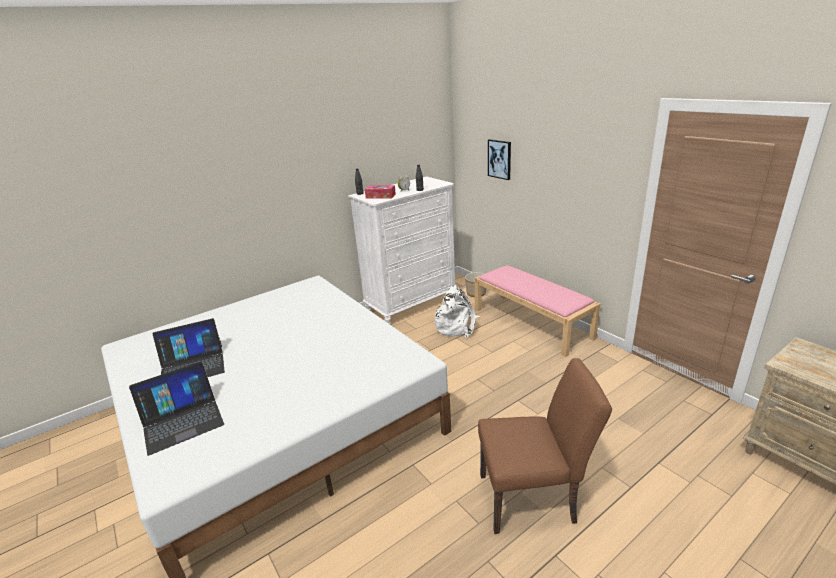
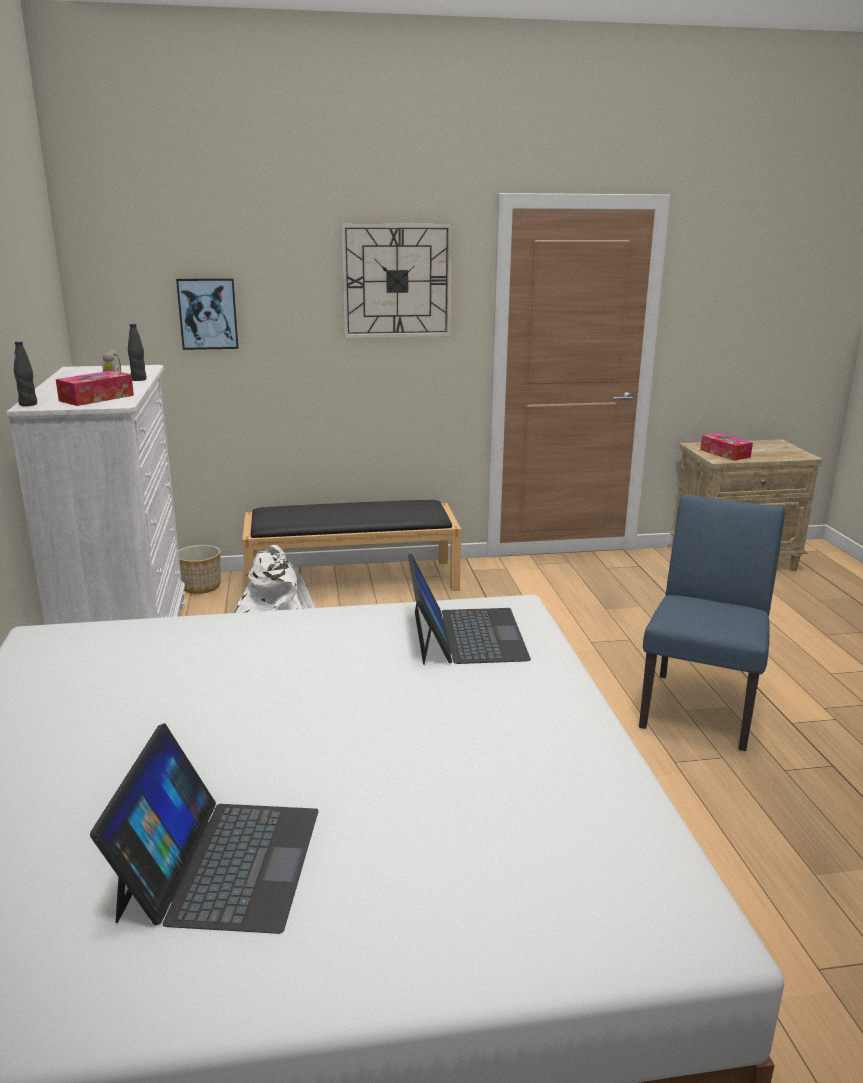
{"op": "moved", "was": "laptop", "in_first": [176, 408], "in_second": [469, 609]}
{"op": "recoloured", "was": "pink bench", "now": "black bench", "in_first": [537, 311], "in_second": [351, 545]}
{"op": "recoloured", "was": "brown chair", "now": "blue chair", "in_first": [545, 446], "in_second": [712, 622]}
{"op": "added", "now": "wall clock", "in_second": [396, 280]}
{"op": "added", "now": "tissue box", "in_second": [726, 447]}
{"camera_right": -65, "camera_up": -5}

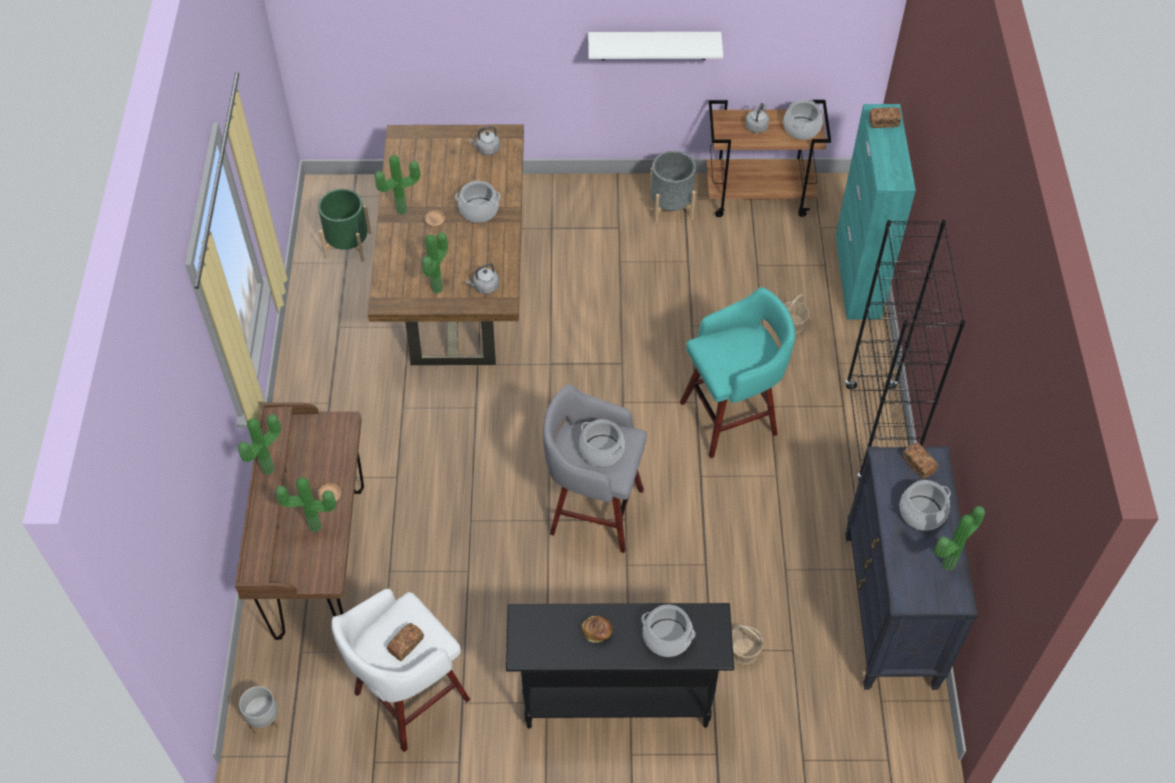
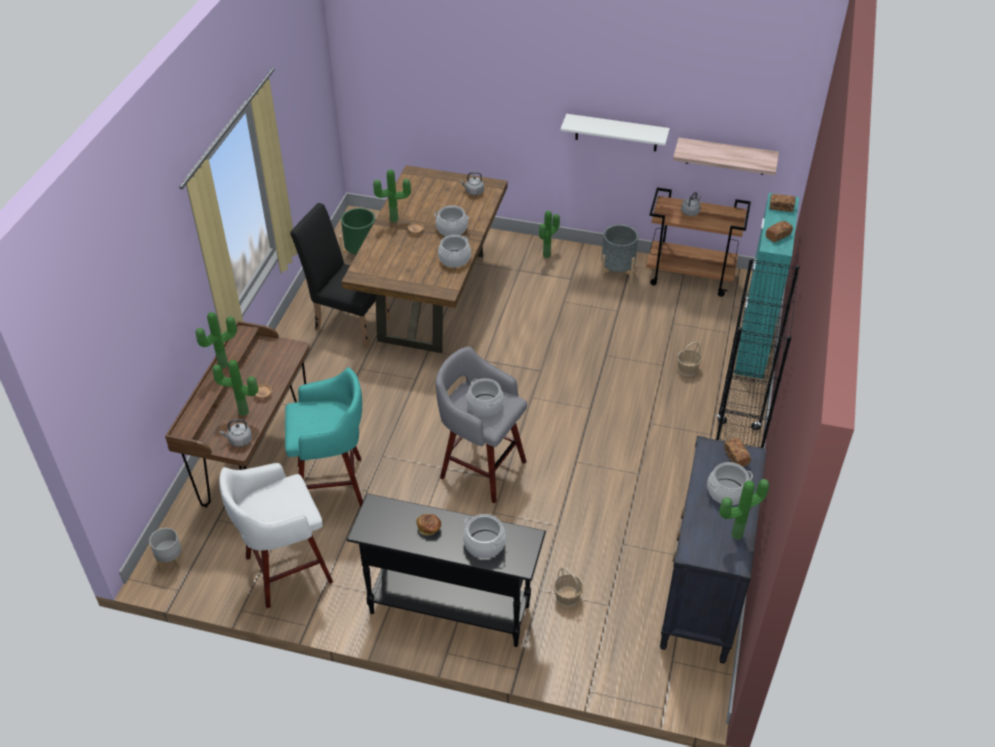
{"op": "moved", "was": "bread", "in_first": [405, 642], "in_second": [779, 231]}
{"op": "moved", "was": "potted plant", "in_first": [435, 263], "in_second": [549, 234]}
{"op": "moved", "was": "grey kettle", "in_first": [482, 278], "in_second": [236, 433]}
{"op": "moved", "was": "turquoise stool", "in_first": [737, 372], "in_second": [324, 437]}
{"op": "moved", "was": "cooking pot", "in_first": [803, 119], "in_second": [454, 251]}
{"op": "added", "now": "black chair", "in_second": [340, 275]}
{"op": "added", "now": "shelf", "in_second": [726, 156]}
{"camera_right": 15, "camera_up": -10}

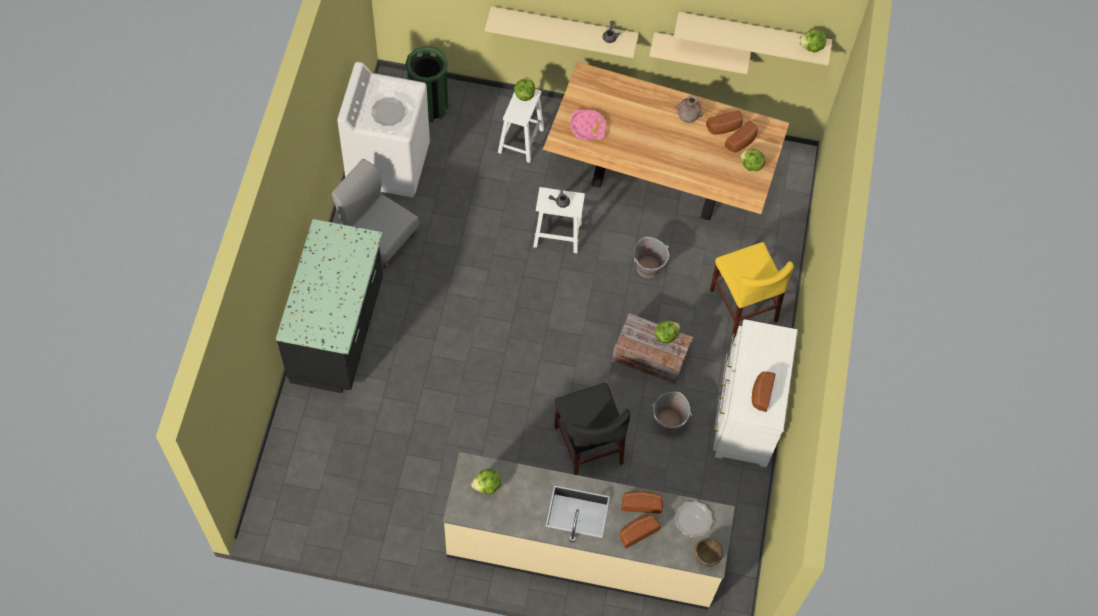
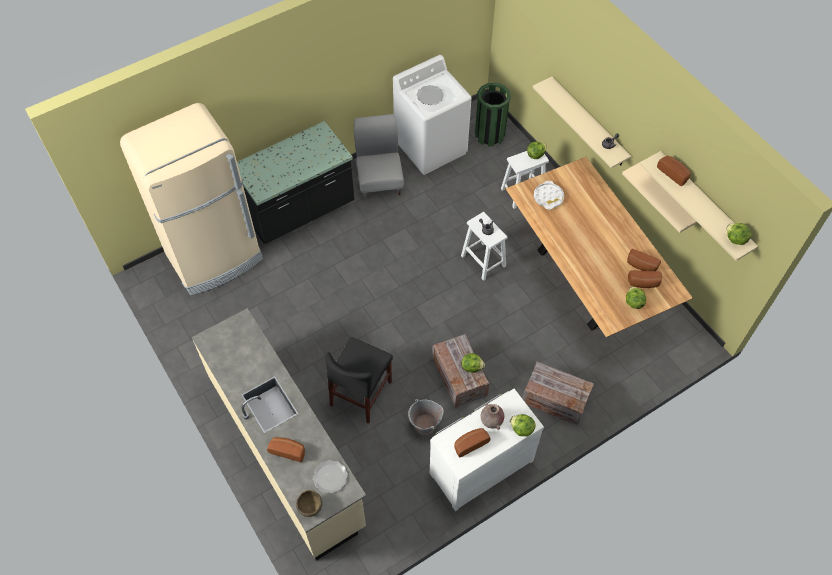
{"op": "moved", "was": "lettuce", "in_first": [486, 481], "in_second": [522, 425]}
{"op": "recoloured", "was": "pink tray", "now": "white tray", "in_first": [588, 125], "in_second": [549, 195]}
{"op": "moved", "was": "bread", "in_first": [642, 502], "in_second": [674, 170]}
{"op": "removed", "was": "grey bucket", "in_first": [651, 257]}
{"op": "moved", "was": "brown vase", "in_first": [689, 109], "in_second": [492, 417]}
{"op": "replaced", "was": "yellow chair", "now": "crate", "in_first": [752, 289], "in_second": [558, 394]}
{"op": "added", "now": "beige fridge", "in_second": [191, 199]}
{"camera_right": 50, "camera_up": -5}

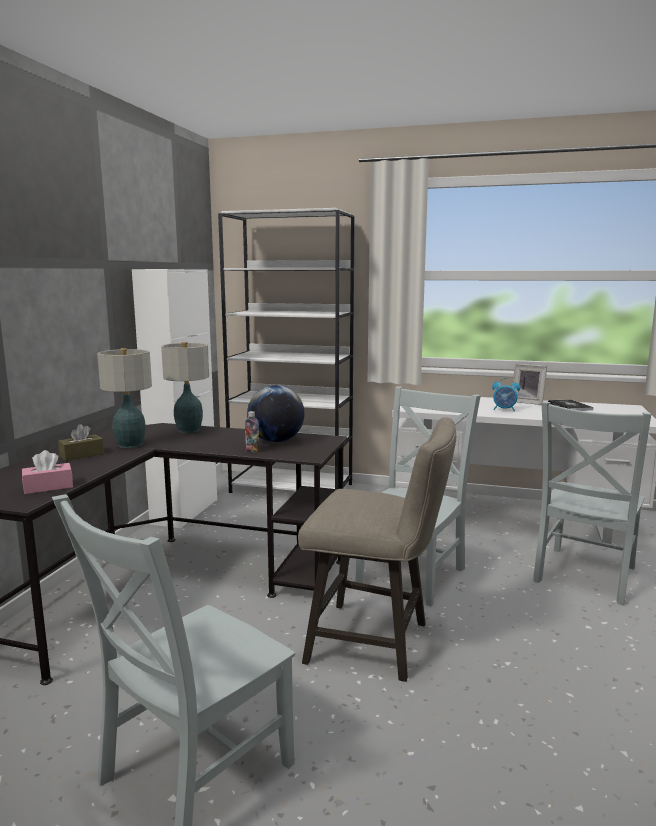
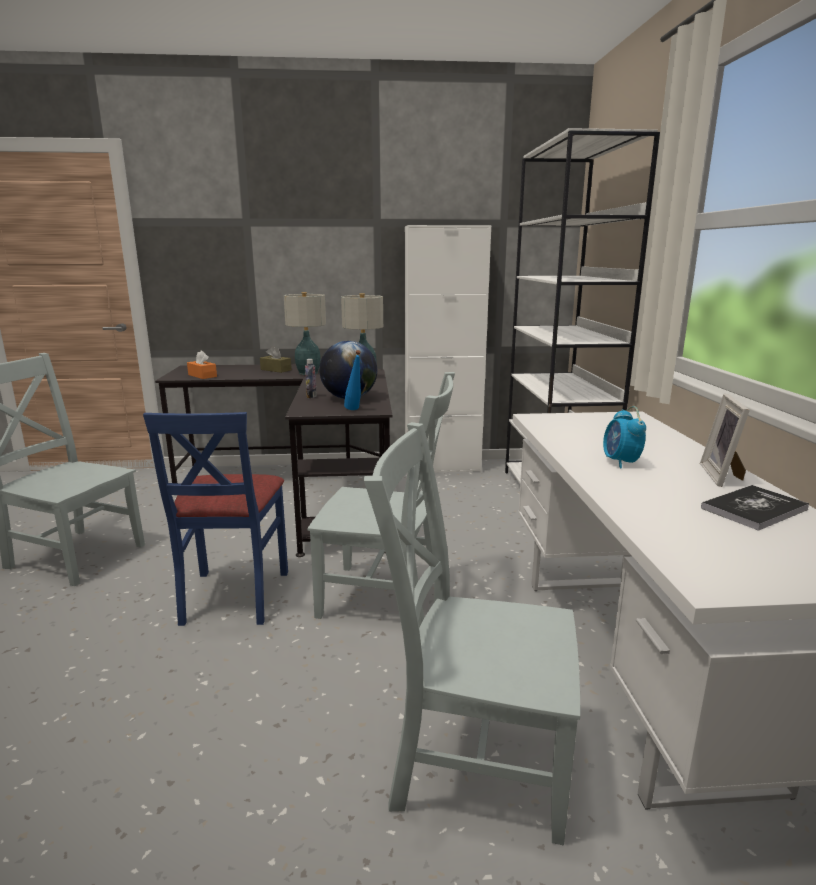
{"op": "recoloured", "was": "pink tissue box", "now": "orange tissue box", "in_first": [47, 472], "in_second": [202, 365]}
{"op": "replaced", "was": "beige stool", "now": "blue chair", "in_first": [377, 549], "in_second": [215, 519]}
{"op": "added", "now": "blue bottle", "in_second": [352, 380]}
{"camera_right": 70, "camera_up": 5}

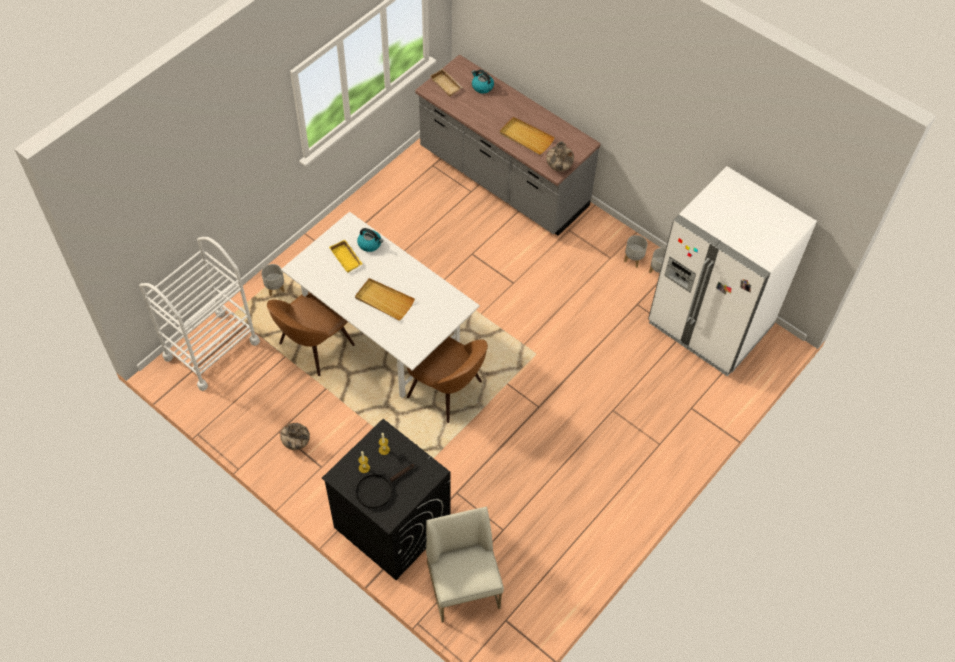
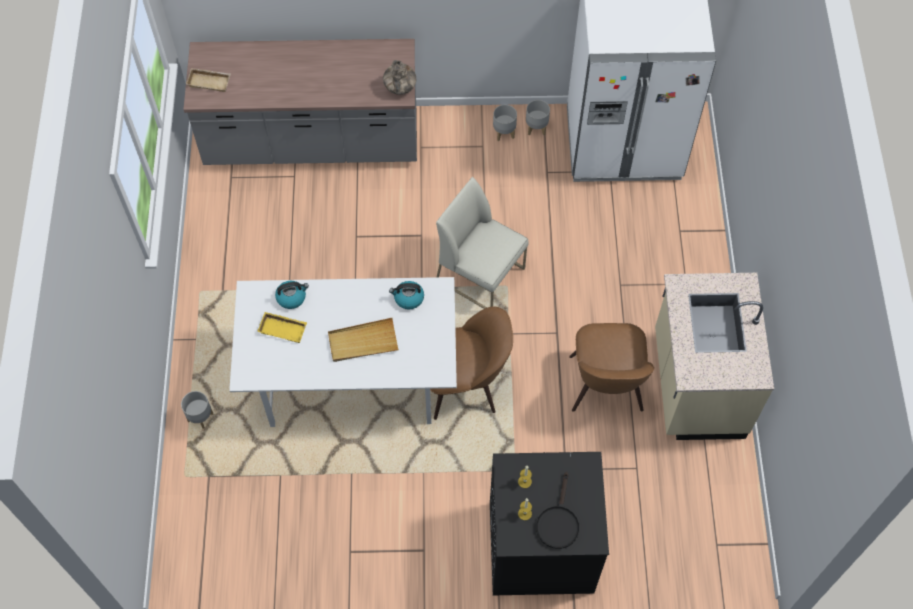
{"op": "removed", "was": "white cart", "in_first": [199, 314]}
{"op": "moved", "was": "brown chair", "in_first": [311, 333], "in_second": [611, 367]}
{"op": "removed", "was": "vase", "in_first": [295, 436]}
{"op": "moved", "was": "white chair", "in_first": [465, 564], "in_second": [482, 243]}
{"op": "moved", "was": "kettle", "in_first": [483, 82], "in_second": [406, 295]}
{"op": "removed", "was": "beige tray", "in_first": [527, 136]}
{"op": "added", "now": "beige counter", "in_second": [714, 356]}
{"camera_right": -40, "camera_up": 5}

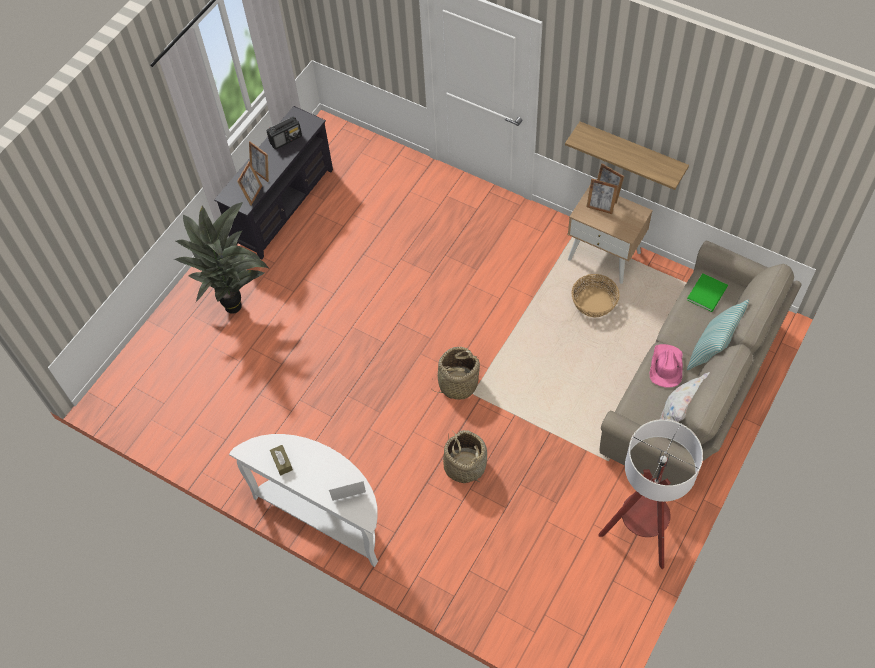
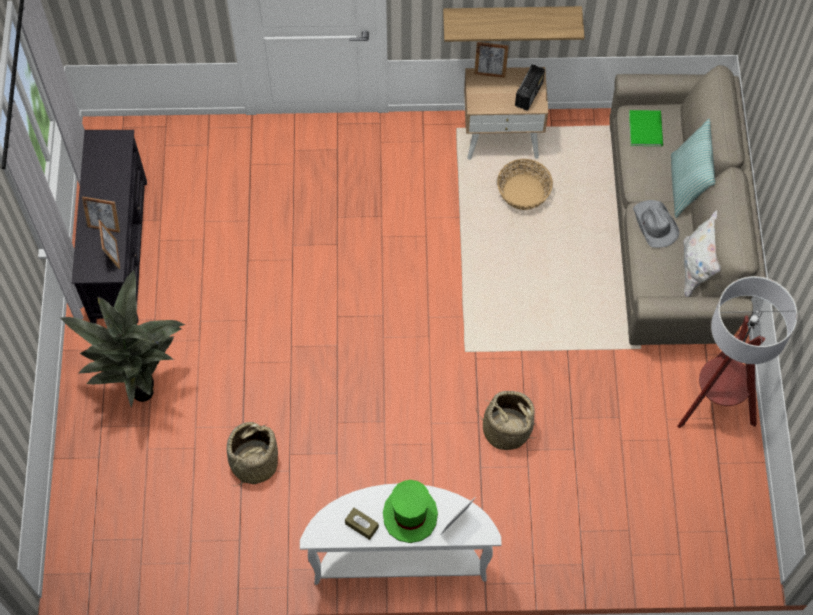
{"op": "moved", "was": "radio", "in_first": [284, 133], "in_second": [530, 88]}
{"op": "moved", "was": "basket", "in_first": [456, 373], "in_second": [252, 454]}
{"op": "removed", "was": "picture frame", "in_first": [602, 196]}
{"op": "recoloured", "was": "pink hat", "now": "grey hat", "in_first": [666, 366], "in_second": [656, 224]}
{"op": "added", "now": "green hat", "in_second": [410, 511]}
{"camera_right": -35, "camera_up": 5}

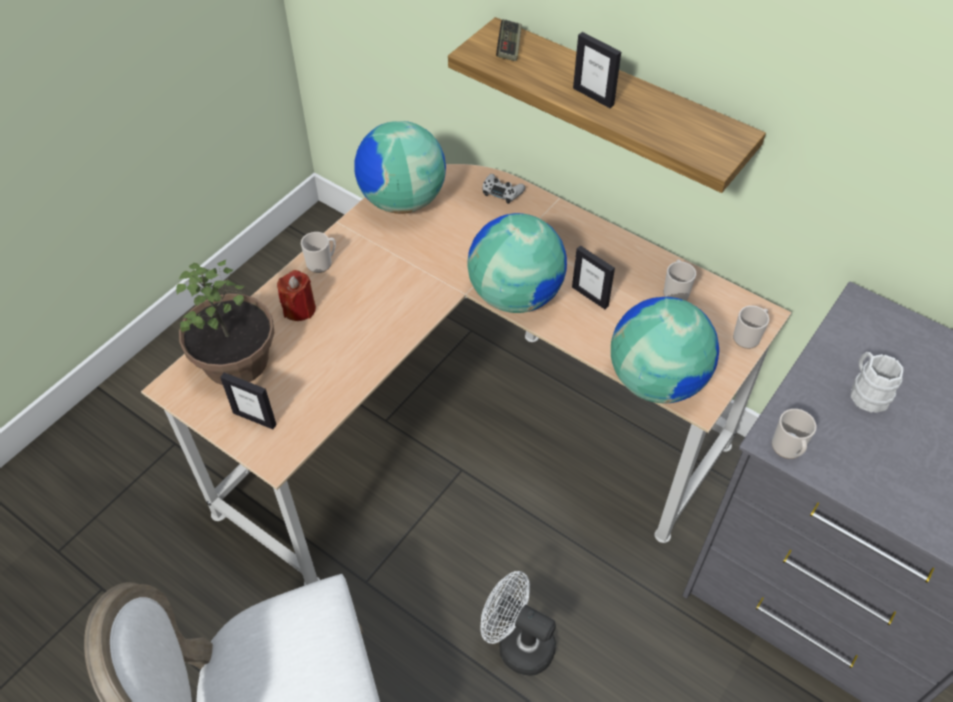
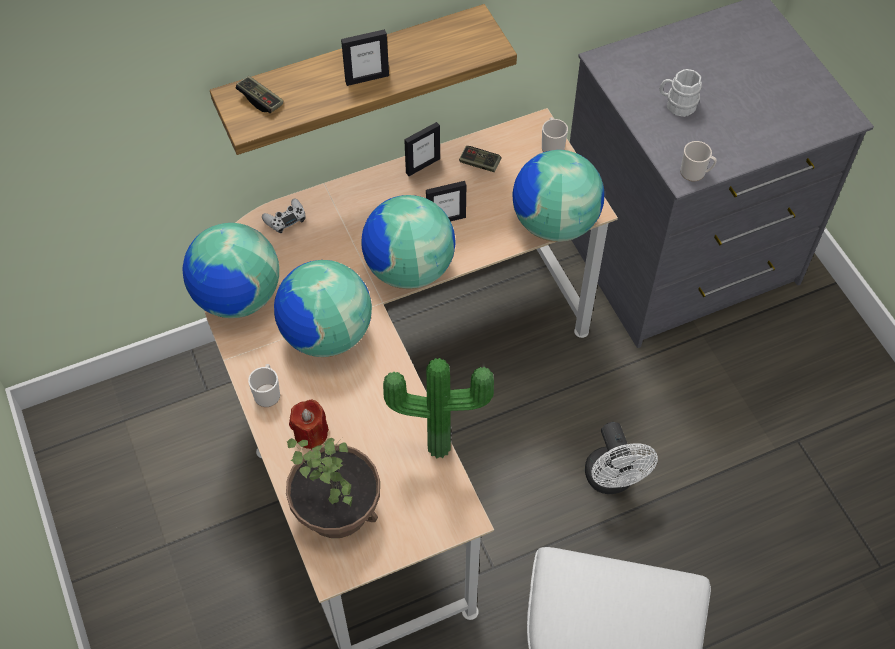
{"op": "moved", "was": "picture frame", "in_first": [248, 400], "in_second": [422, 149]}
{"op": "turned", "was": "white fan", "in_first": [518, 623], "in_second": [621, 458], "clockwise": -75}
{"op": "replaced", "was": "mug", "now": "game controller", "in_first": [680, 280], "in_second": [480, 159]}
{"op": "added", "now": "globe", "in_second": [323, 308]}
{"op": "added", "now": "potted plant", "in_second": [438, 408]}
{"camera_right": -60, "camera_up": 5}

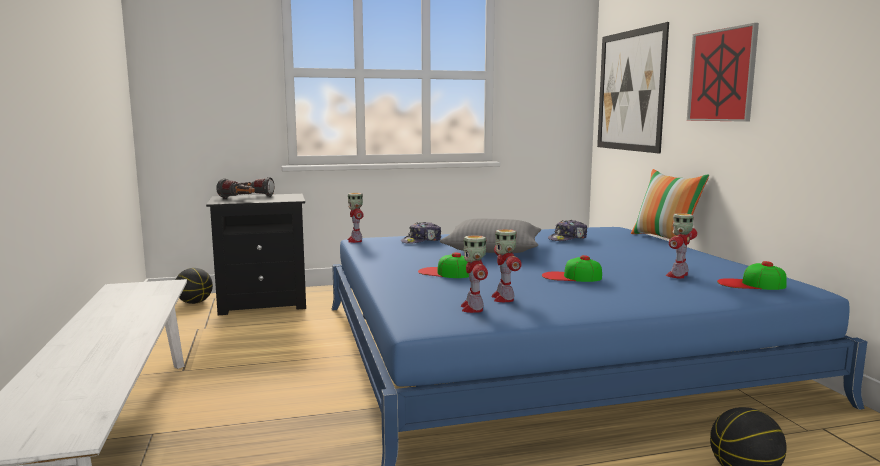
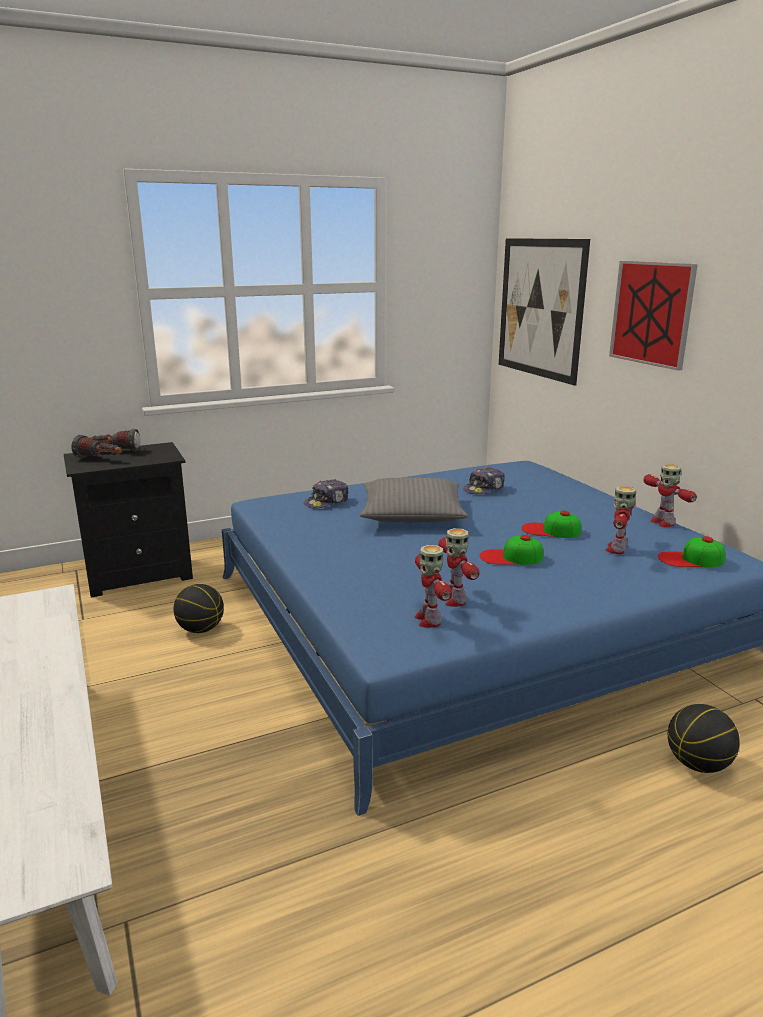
{"op": "moved", "was": "basketball", "in_first": [194, 286], "in_second": [199, 608]}
{"op": "moved", "was": "toy robot", "in_first": [356, 218], "in_second": [670, 495]}
{"op": "moved", "was": "cap", "in_first": [443, 265], "in_second": [551, 524]}
{"op": "removed", "was": "pillow", "in_first": [670, 204]}
{"camera_right": -10, "camera_up": 10}

